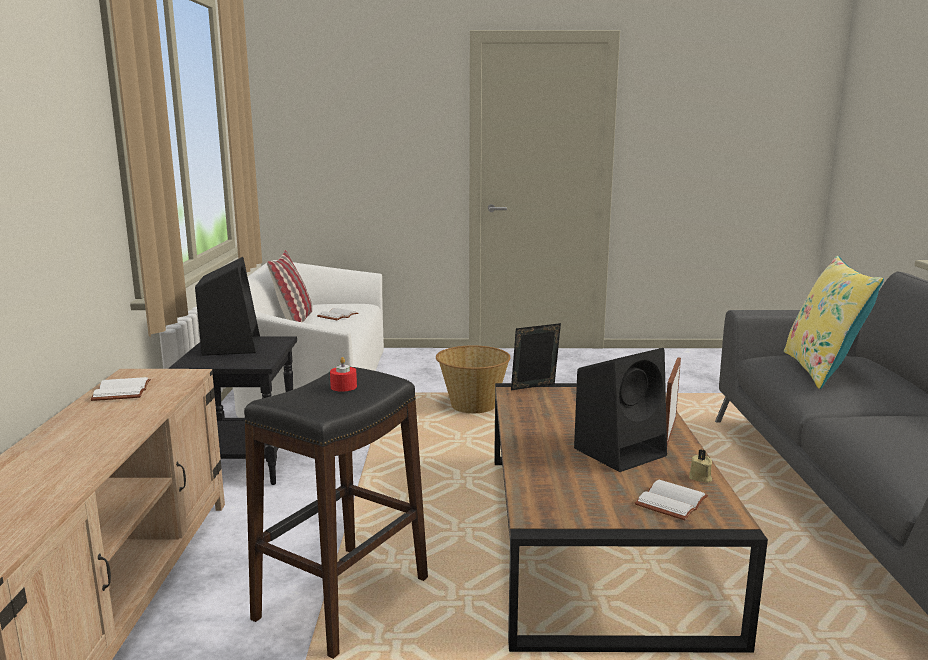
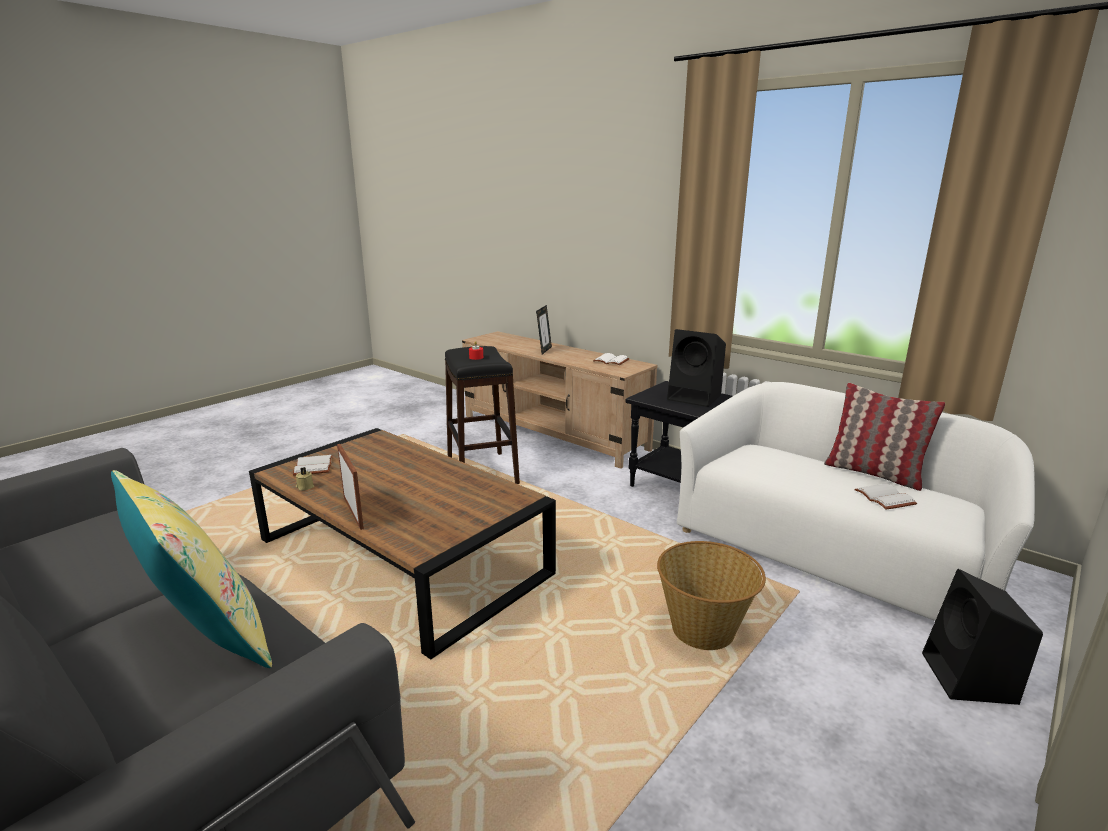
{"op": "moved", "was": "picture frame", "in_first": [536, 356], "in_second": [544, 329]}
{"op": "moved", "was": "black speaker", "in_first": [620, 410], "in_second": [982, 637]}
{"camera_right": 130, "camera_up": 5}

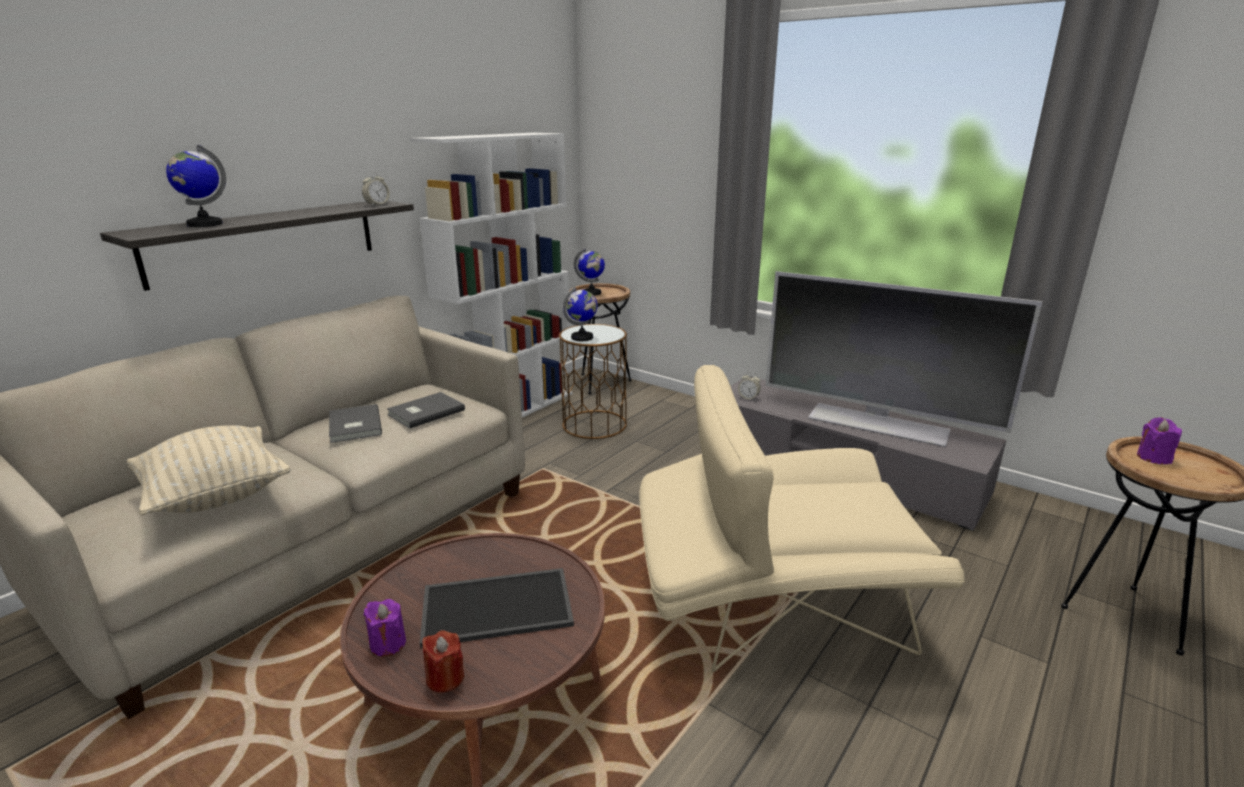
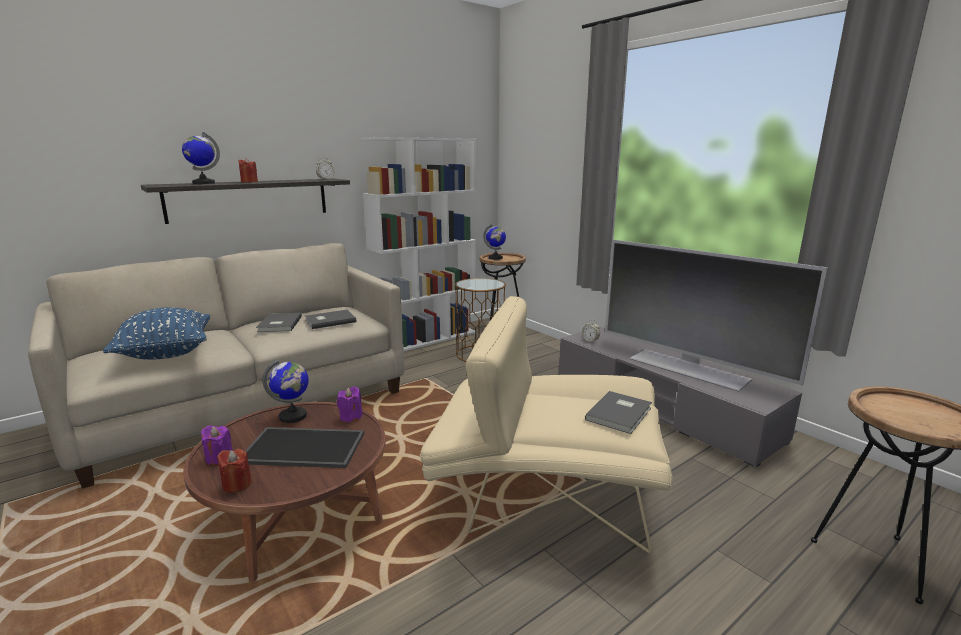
{"op": "recoloured", "was": "beige pillow", "now": "blue pillow", "in_first": [209, 470], "in_second": [156, 333]}
{"op": "moved", "was": "globe", "in_first": [580, 314], "in_second": [285, 391]}
{"op": "moved", "was": "purple candle", "in_first": [1159, 440], "in_second": [350, 404]}
{"op": "added", "now": "red candle", "in_second": [248, 170]}
{"op": "added", "now": "grey book", "in_second": [618, 412]}
{"camera_right": 15, "camera_up": -5}

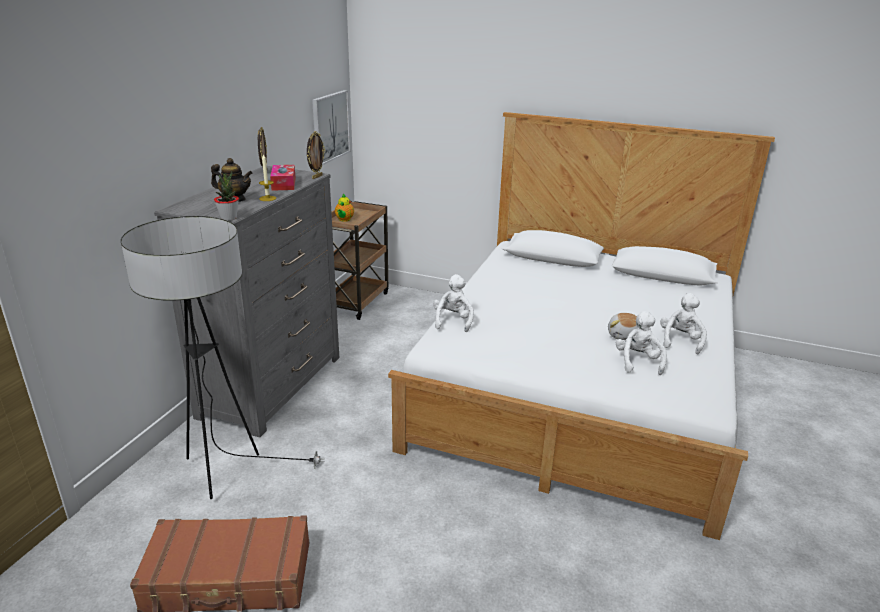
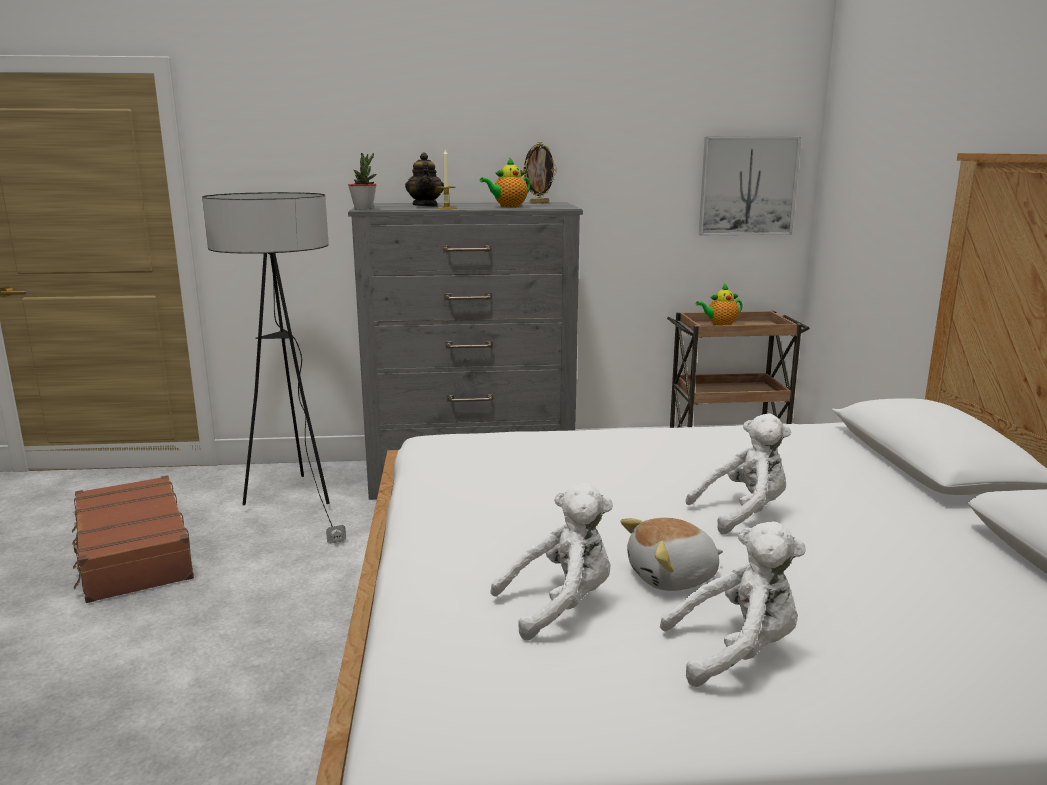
{"op": "replaced", "was": "tissue box", "now": "teapot", "in_first": [283, 178], "in_second": [505, 182]}
{"op": "removed", "was": "picture frame", "in_first": [316, 155]}
{"op": "moved", "was": "white plush toy", "in_first": [453, 303], "in_second": [738, 474]}
{"camera_right": 65, "camera_up": -10}

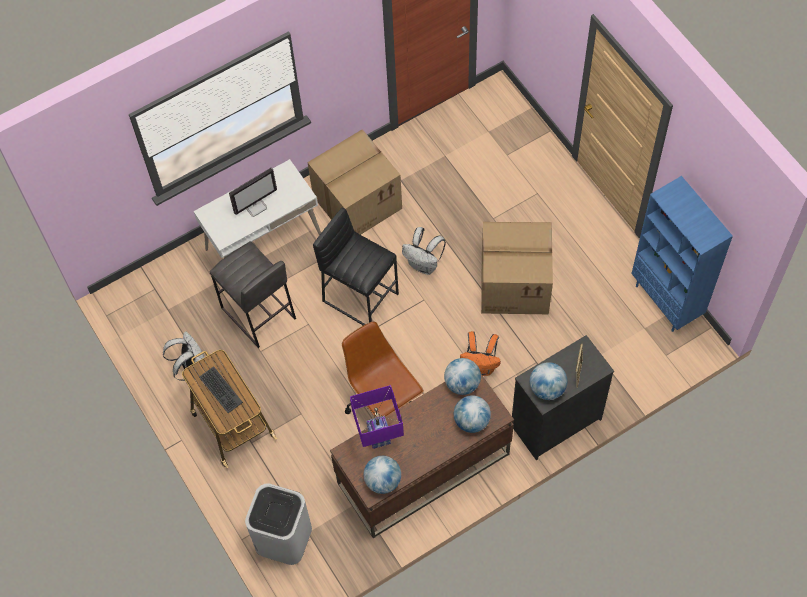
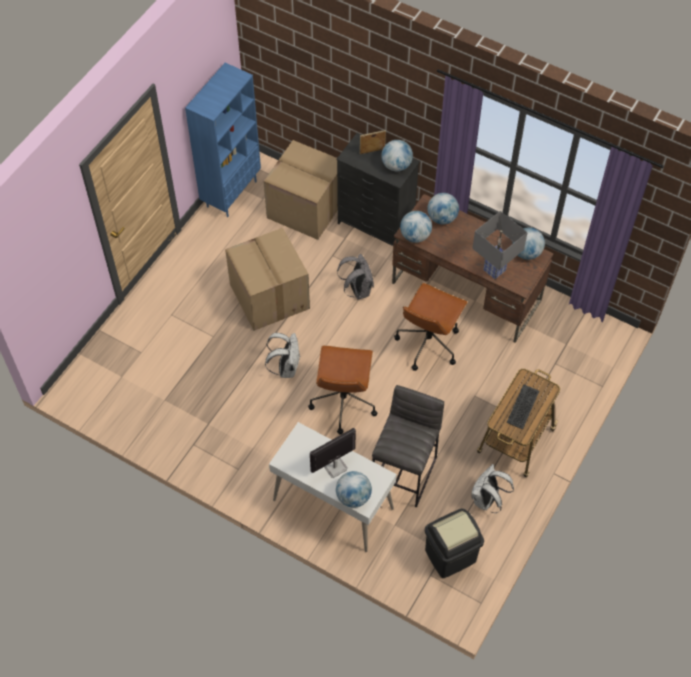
{"op": "turned", "was": "monitor", "in_first": [253, 192], "in_second": [333, 453], "clockwise": -60}
{"op": "removed", "was": "white trash can", "in_first": [278, 524]}
{"op": "moved", "was": "cardboard box", "in_first": [354, 182], "in_second": [301, 190]}
{"op": "replaced", "was": "black stool", "now": "brown office chair", "in_first": [356, 266], "in_second": [343, 390]}
{"op": "recoloured", "was": "purple table lamp", "now": "grey table lamp", "in_first": [377, 417], "in_second": [500, 245]}
{"op": "recoloured", "was": "orange backpack", "now": "grey backpack", "in_first": [480, 353], "in_second": [355, 276]}
{"op": "added", "now": "globe", "in_second": [354, 489]}
{"op": "added", "now": "black trash can", "in_second": [454, 543]}
{"camera_right": -120, "camera_up": -5}

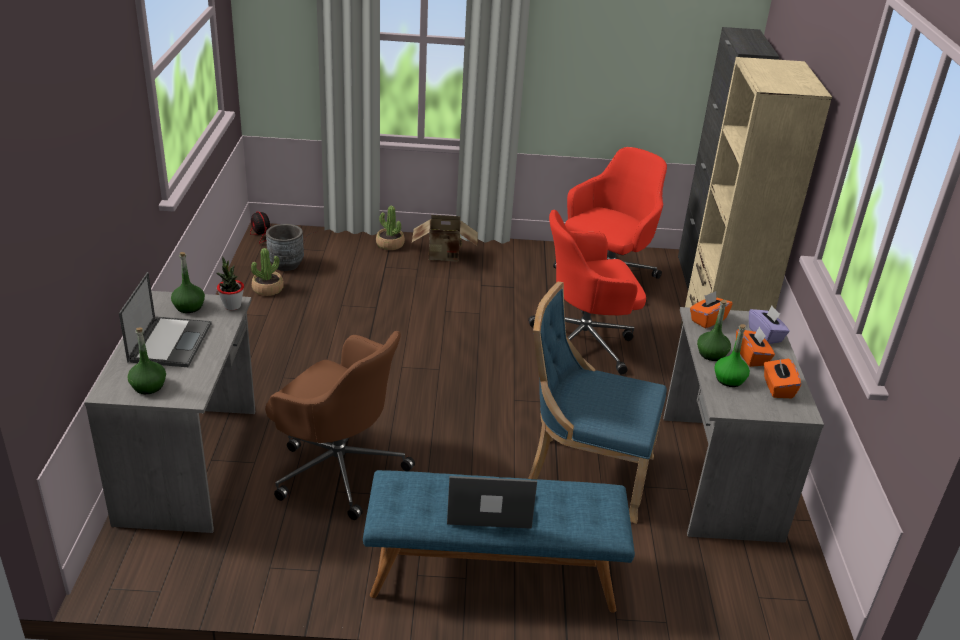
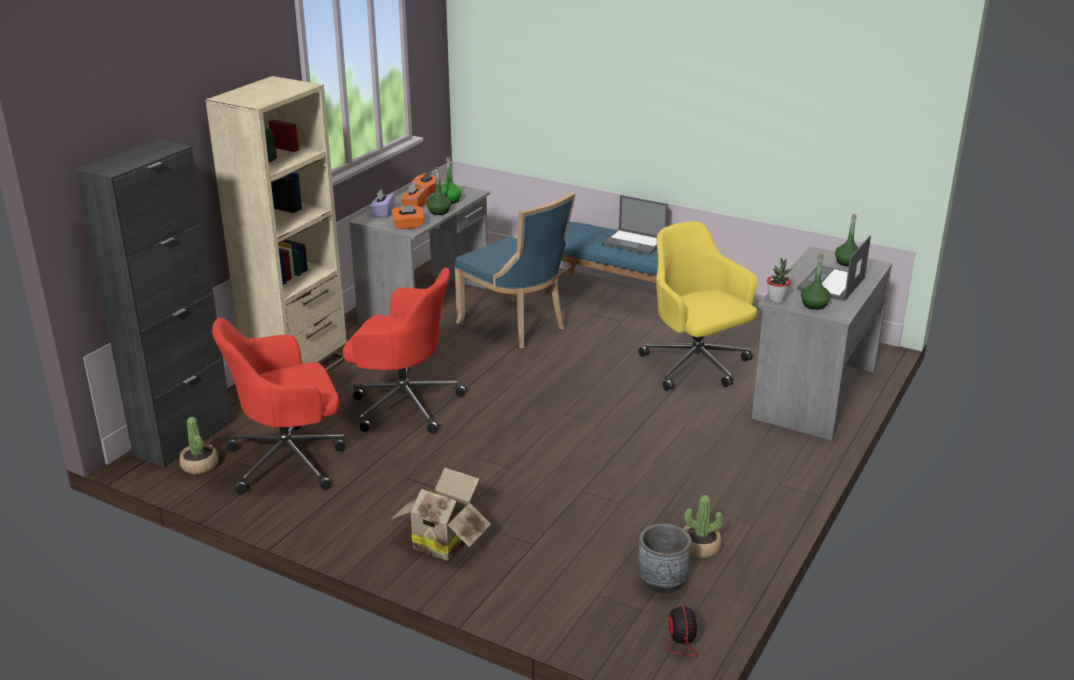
{"op": "recoloured", "was": "brown office chair", "now": "yellow office chair", "in_first": [340, 425], "in_second": [697, 306]}
{"op": "moved", "was": "potted plant", "in_first": [390, 228], "in_second": [199, 445]}
{"camera_right": -150, "camera_up": -5}

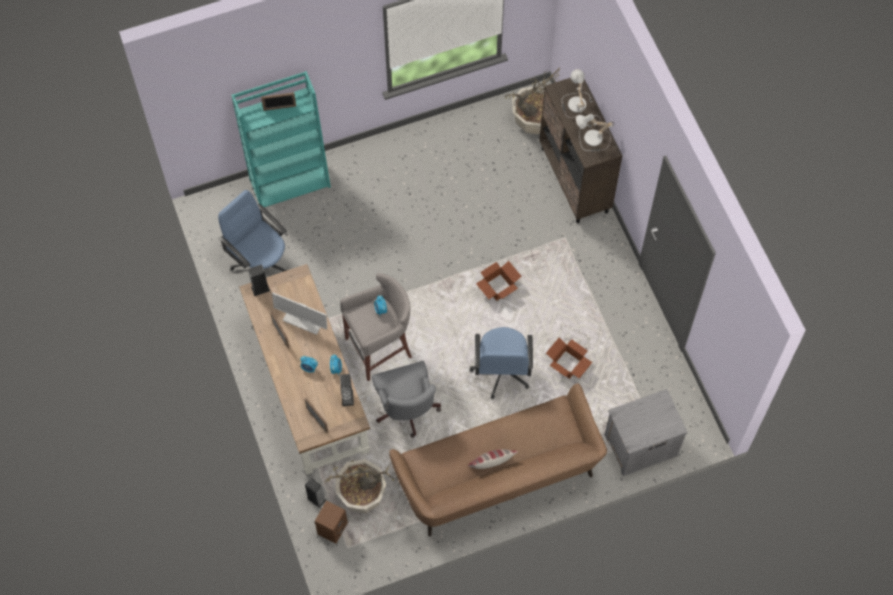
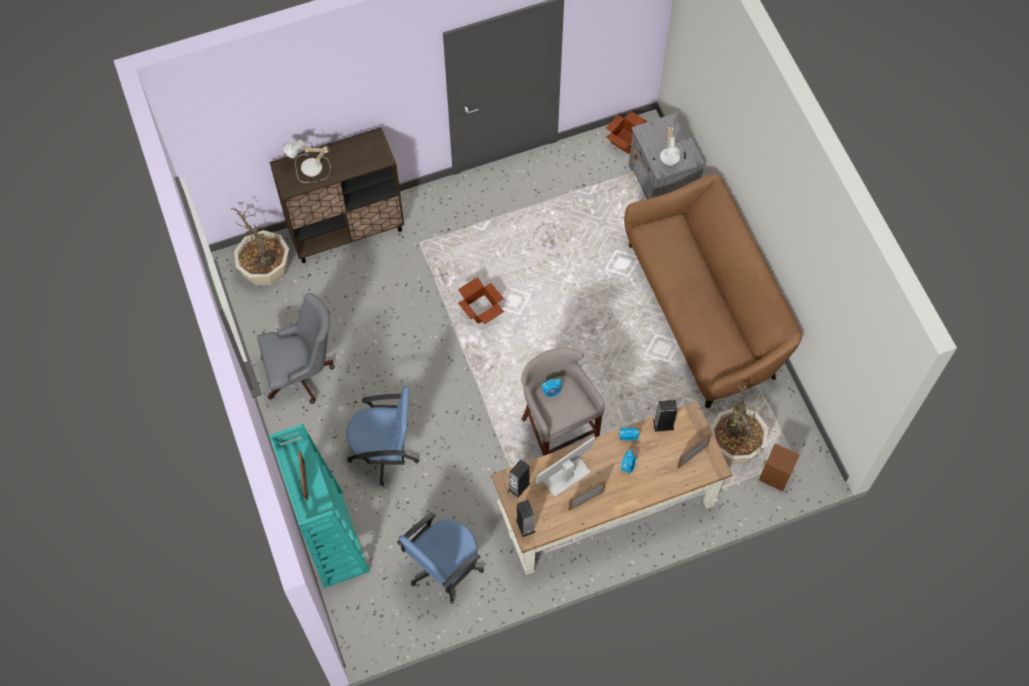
{"op": "turned", "was": "monitor", "in_first": [299, 314], "in_second": [565, 466], "clockwise": -150}
{"op": "moved", "was": "speaker", "in_first": [315, 493], "in_second": [519, 478]}
{"op": "moved", "was": "grey office chair", "in_first": [406, 399], "in_second": [296, 348]}
{"op": "removed", "was": "pillow", "in_first": [493, 459]}
{"op": "moved", "was": "blue office chair", "in_first": [501, 363], "in_second": [382, 436]}
{"op": "moved", "was": "cardboard box", "in_first": [569, 358], "in_second": [627, 132]}
{"op": "moved", "was": "table lamp", "in_first": [595, 133], "in_second": [669, 147]}
{"camera_right": -90, "camera_up": 0}

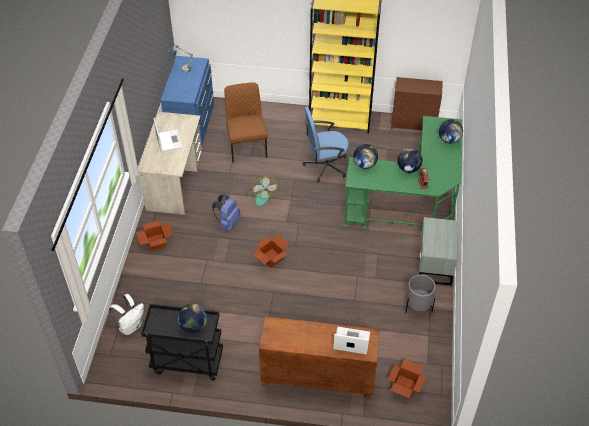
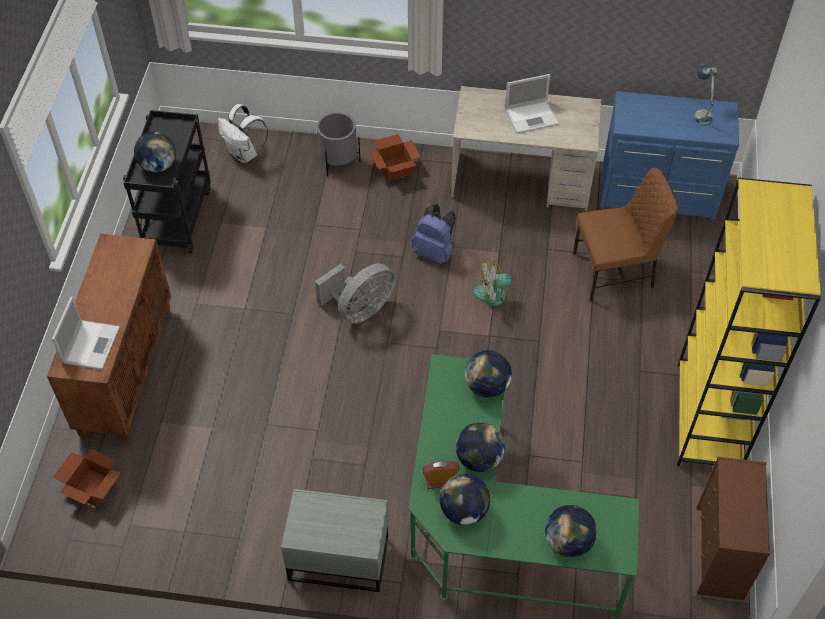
{"op": "replaced", "was": "cardboard box", "now": "grey fan", "in_first": [271, 251], "in_second": [355, 293]}
{"op": "removed", "was": "blue office chair", "in_first": [326, 144]}
{"op": "moved", "was": "grey planter", "in_first": [421, 293], "in_second": [339, 144]}
{"op": "added", "now": "globe", "in_second": [465, 499]}
{"camera_right": 90, "camera_up": 5}

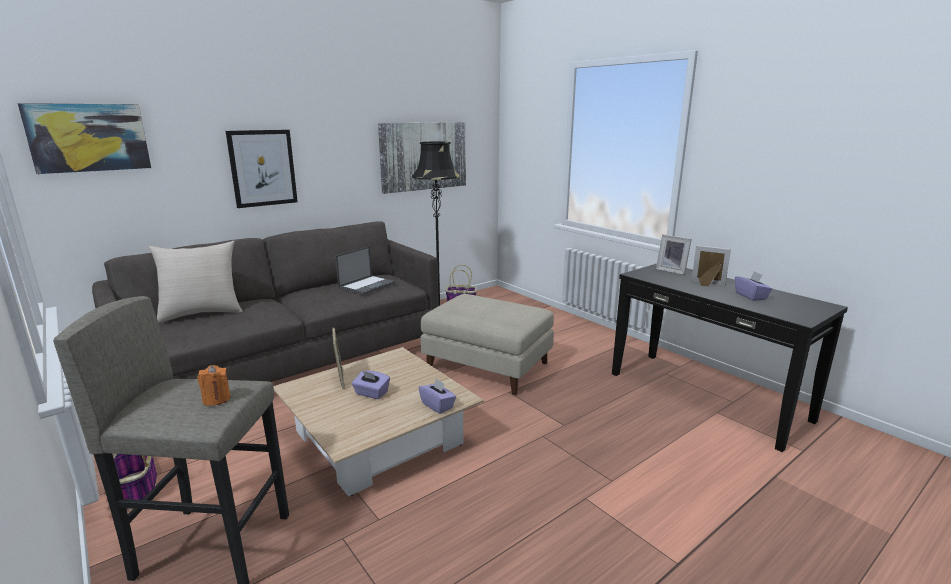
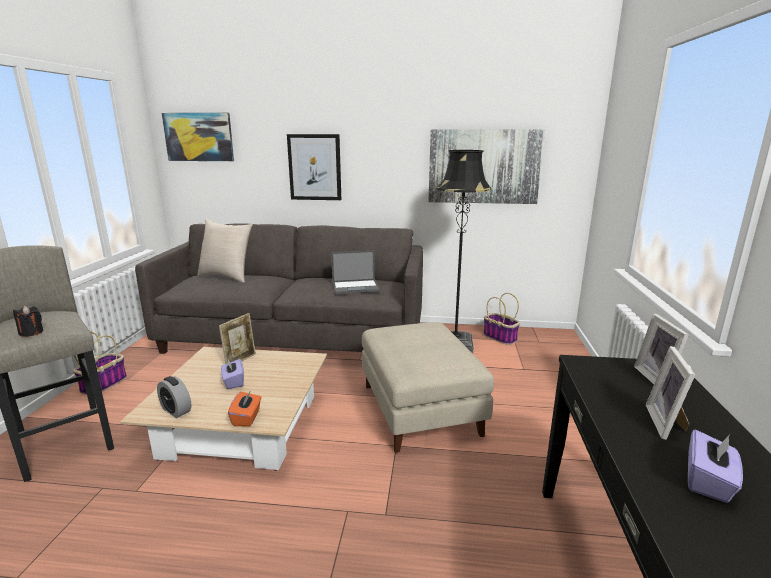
{"op": "recoloured", "was": "orange candle", "now": "black candle", "in_first": [213, 385], "in_second": [28, 321]}
{"op": "recoloured", "was": "purple tissue box", "now": "orange tissue box", "in_first": [437, 396], "in_second": [244, 408]}
{"op": "turned", "was": "picture frame", "in_first": [711, 265], "in_second": [670, 393], "clockwise": -150}
{"op": "added", "now": "alarm clock", "in_second": [174, 397]}
{"camera_right": 45, "camera_up": 0}

